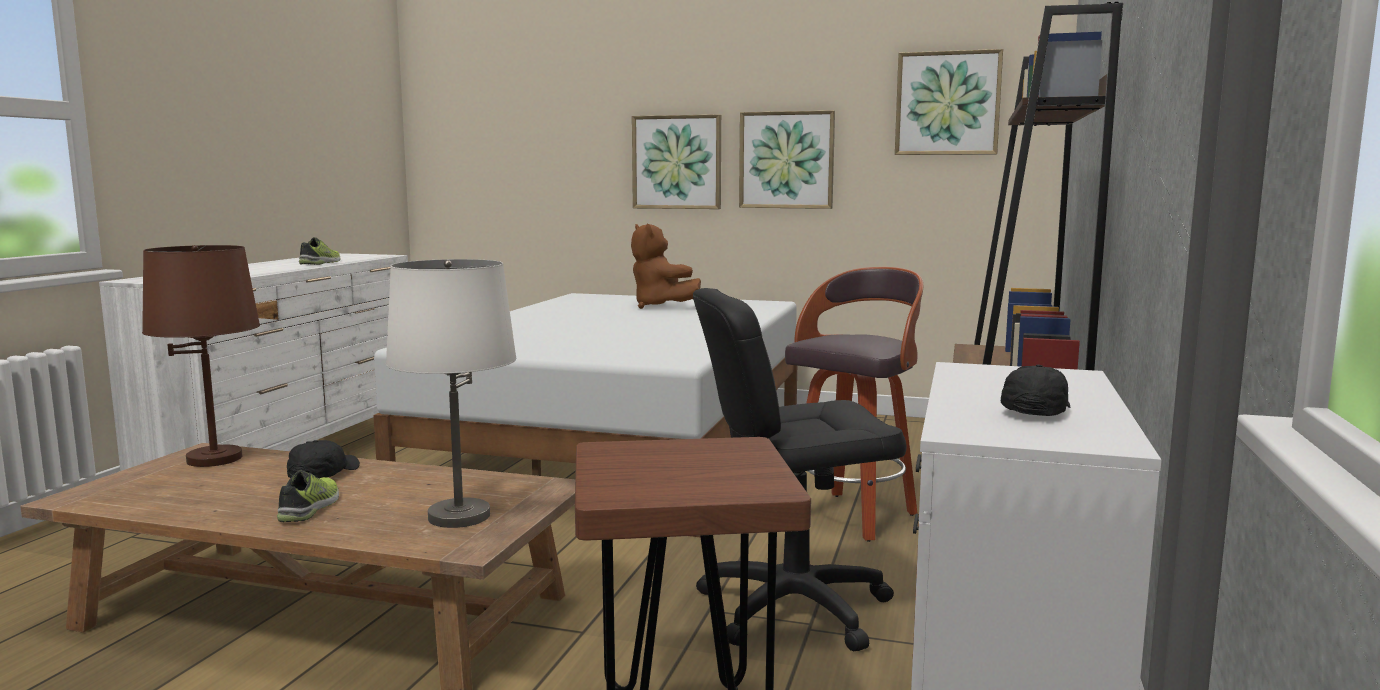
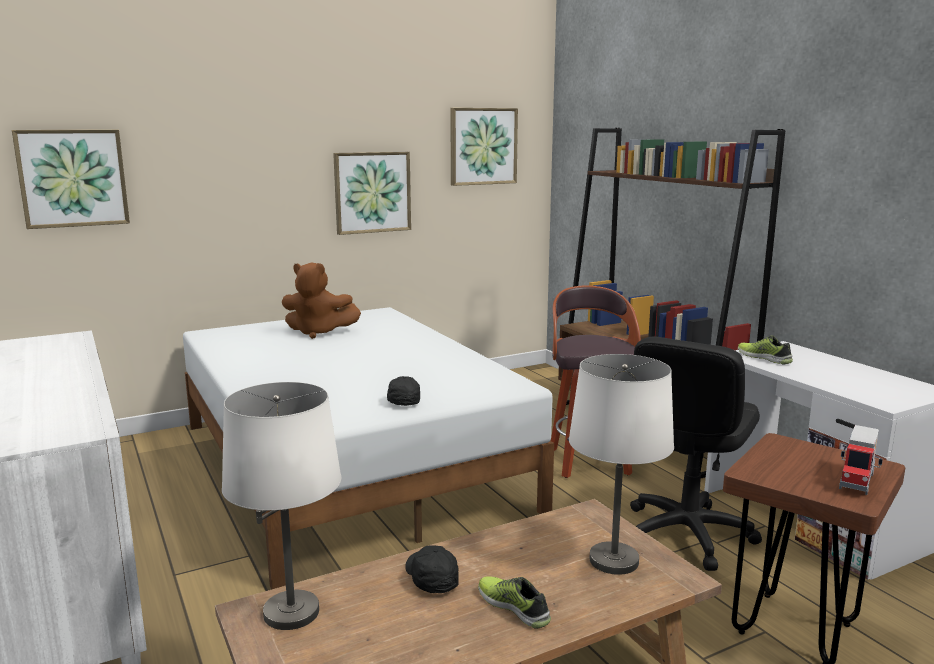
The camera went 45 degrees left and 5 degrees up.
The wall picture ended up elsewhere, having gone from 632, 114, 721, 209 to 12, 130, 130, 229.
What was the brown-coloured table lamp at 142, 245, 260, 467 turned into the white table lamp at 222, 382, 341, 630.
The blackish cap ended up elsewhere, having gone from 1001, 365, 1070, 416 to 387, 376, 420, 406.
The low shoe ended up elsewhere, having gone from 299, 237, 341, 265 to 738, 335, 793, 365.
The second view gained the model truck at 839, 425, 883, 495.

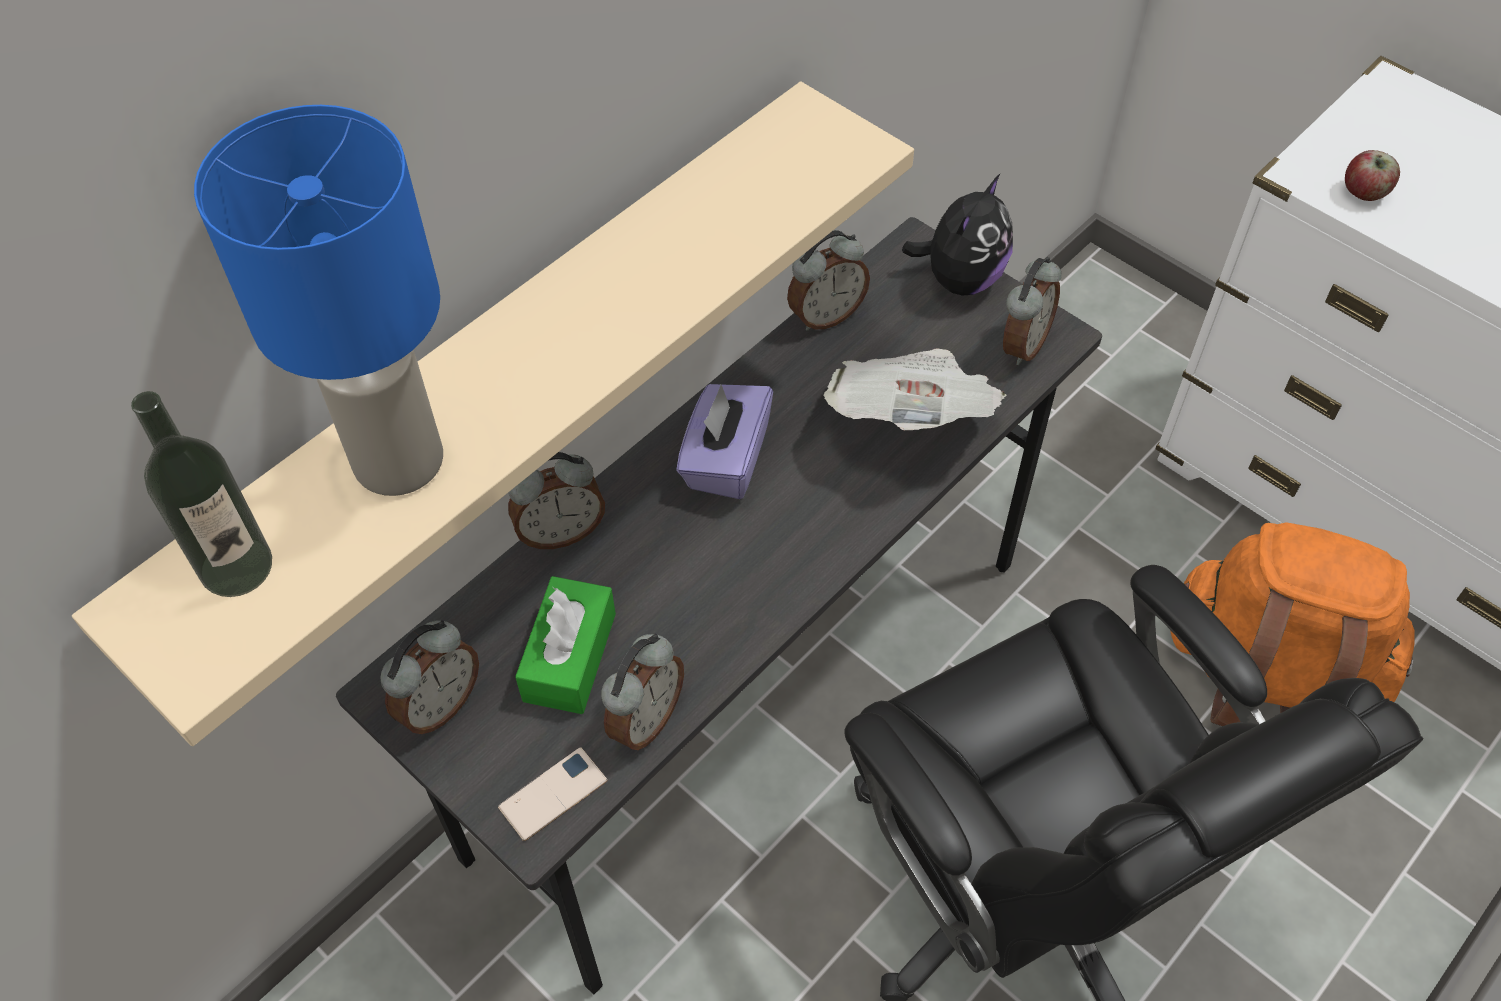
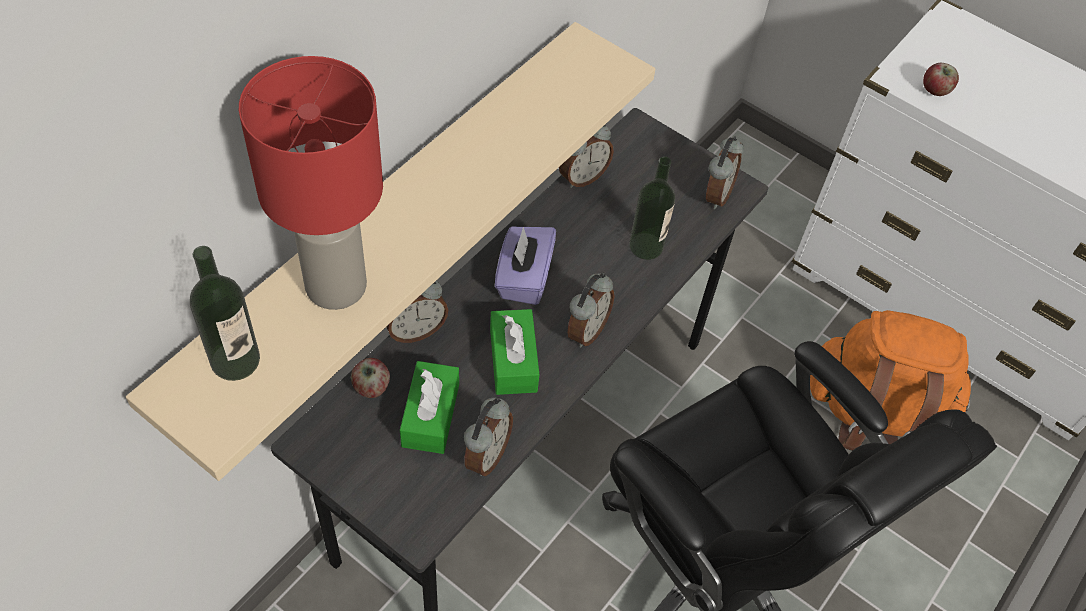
The camera went 10 degrees left and 0 degrees up.
What was the blue-coloured table lamp at 194, 105, 443, 496 turned into the red-coloured table lamp at 239, 56, 383, 310.
The second view gained the apple at 351, 358, 390, 398.
The second view gained the green tissue box at 490, 309, 539, 395.
The table clock ended up elsewhere, having gone from 380, 620, 479, 734 to 567, 273, 614, 347.
Where the newspaper stood at 823, 348, 1006, 430, the beverage bottle came to stand at 629, 156, 675, 260.
The second view lost the phone at 498, 747, 608, 841.
The second view lost the plush toy at 902, 174, 1013, 296.

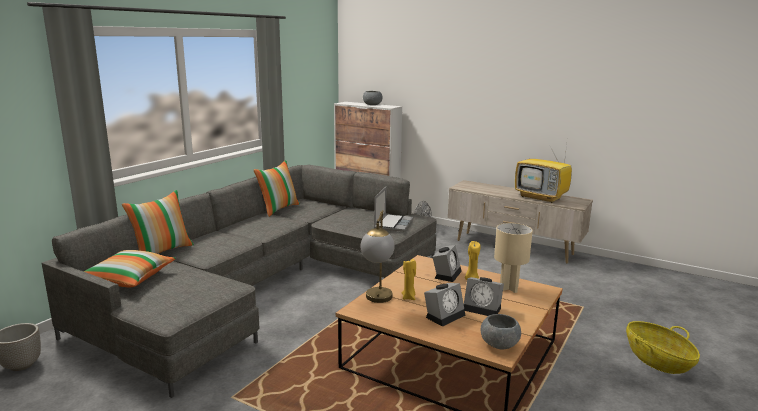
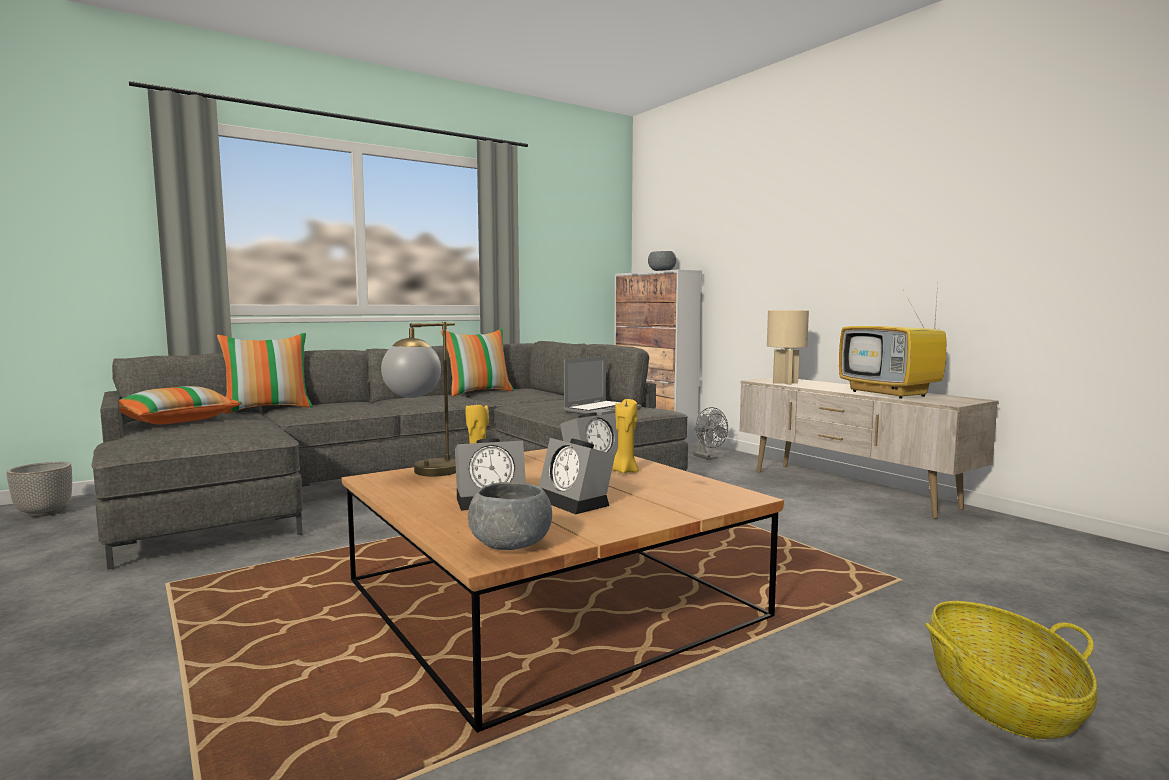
The camera went 25 degrees right and 10 degrees down.
The beige-coloured table lamp ended up elsewhere, having gone from 494, 223, 533, 293 to 767, 310, 809, 385.

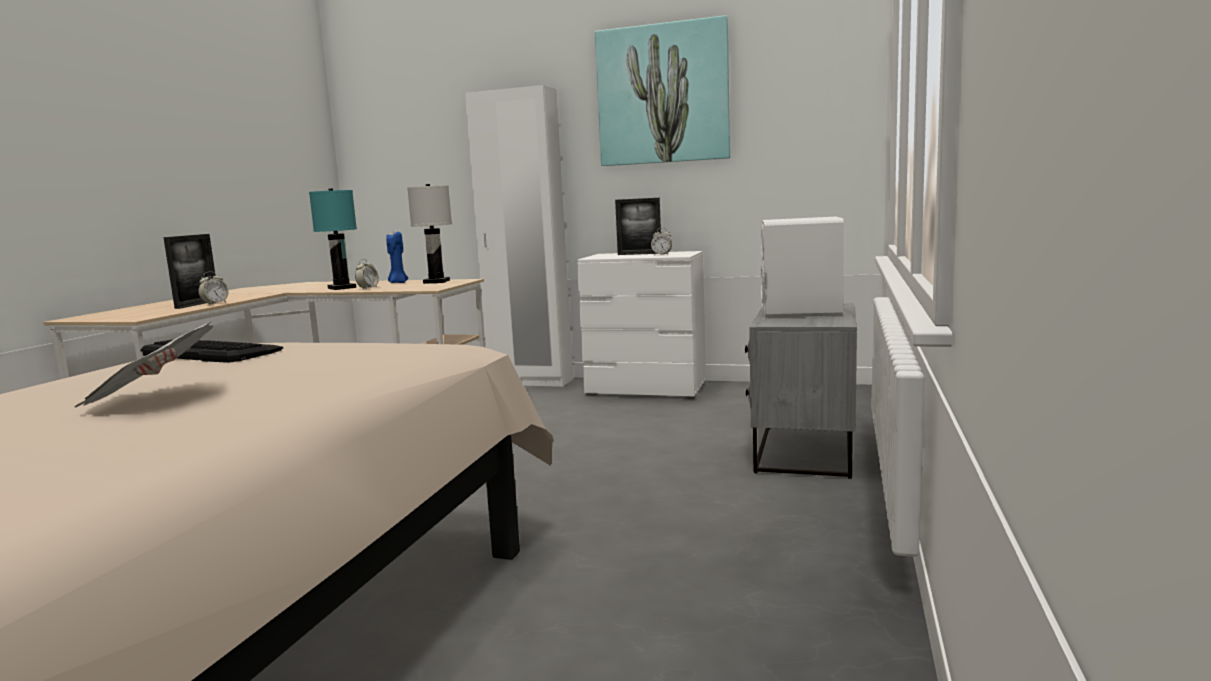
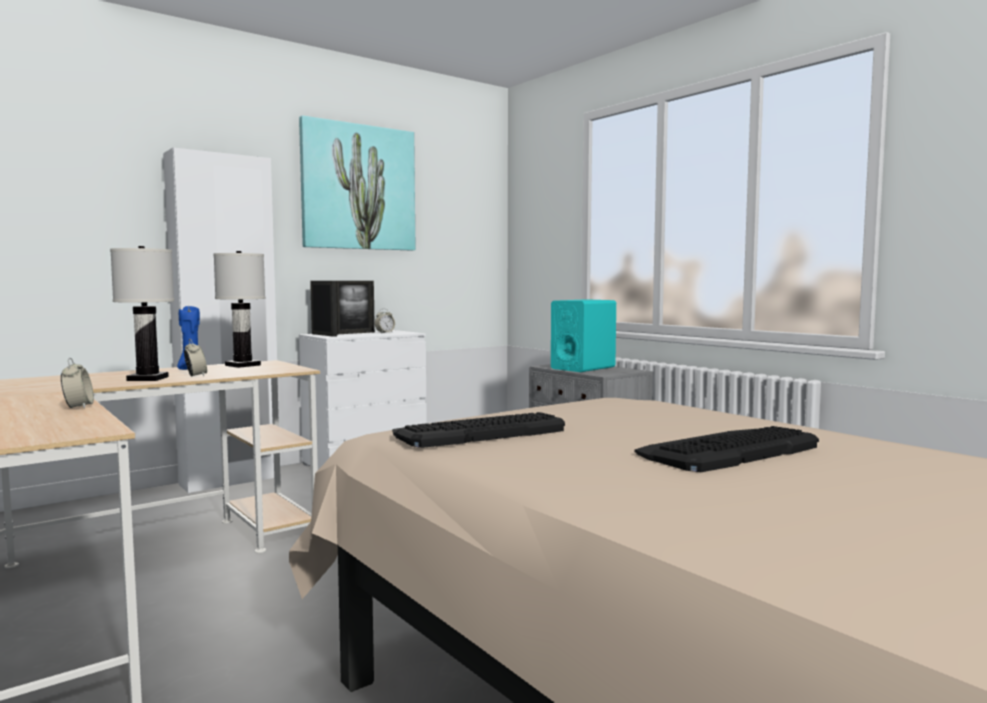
The camera went 55 degrees left and 5 degrees down.
What was the blue-green table lamp at 309, 189, 357, 290 turned into the white table lamp at 110, 246, 174, 381.
The standing frame ended up elsewhere, having gone from 163, 234, 216, 309 to 310, 281, 337, 337.
What was the white loudspeaker at 761, 217, 844, 318 turned into the blue-green loudspeaker at 551, 299, 616, 372.
Where the newspaper stood at 74, 321, 213, 407, the keyboard came to stand at 635, 426, 819, 472.

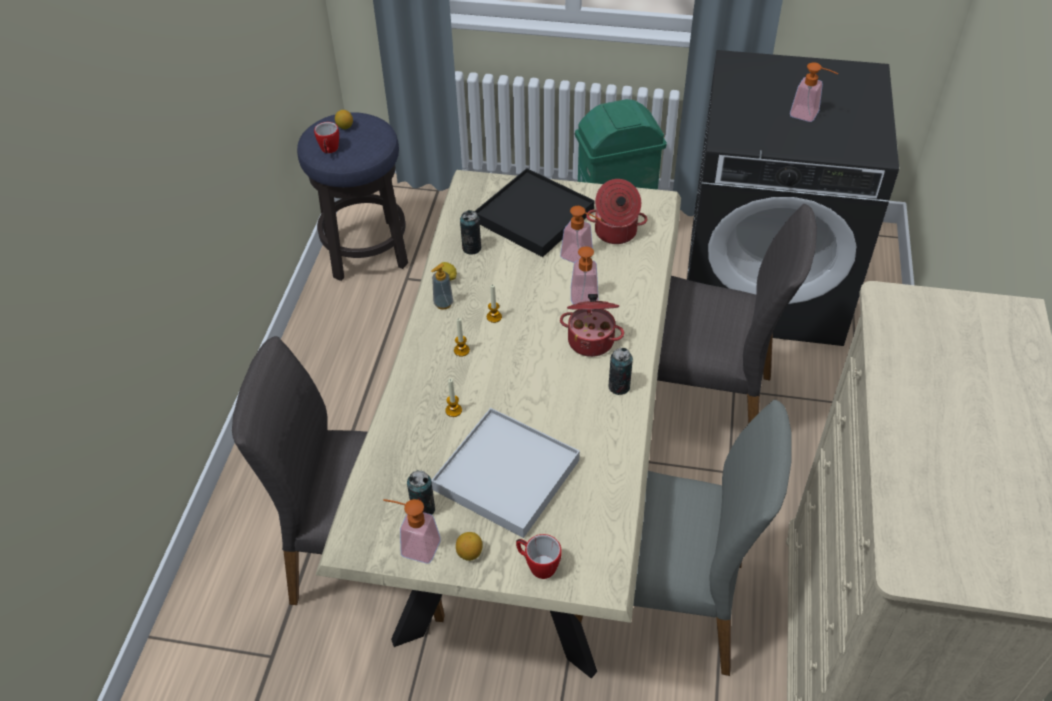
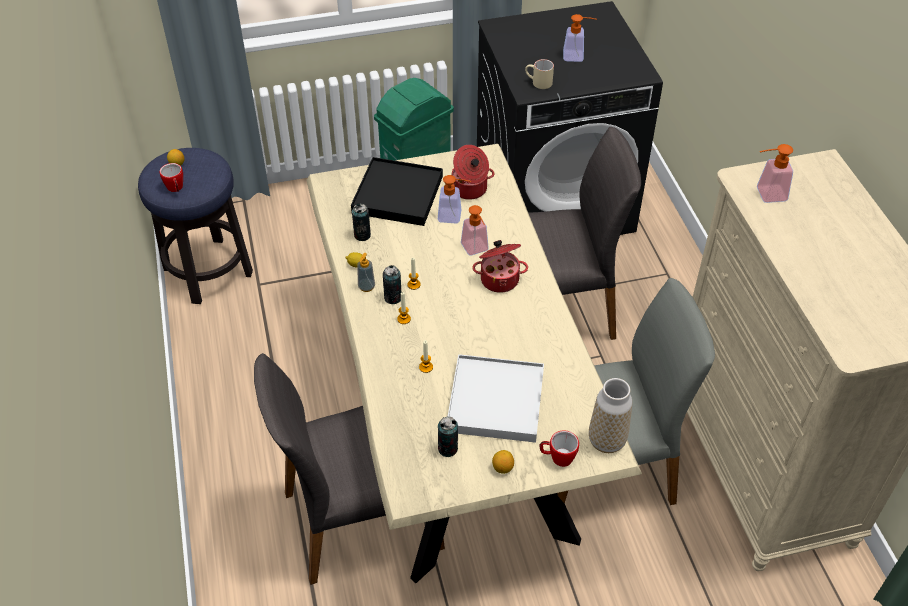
The camera went 25 degrees left and 0 degrees up.
The metal can ended up elsewhere, having gone from 608, 348, 633, 395 to 383, 265, 402, 304.
The second view gained the beige-coloured mug at 525, 59, 554, 89.
The second view gained the flower vase at 589, 378, 632, 453.
The soap bottle ended up elsewhere, having gone from 383, 499, 441, 564 to 757, 144, 793, 203.

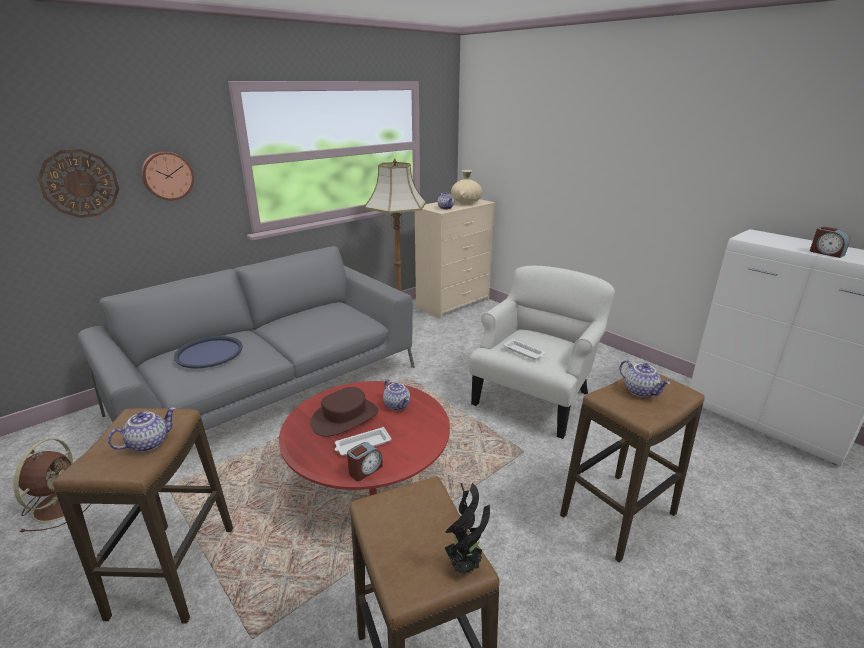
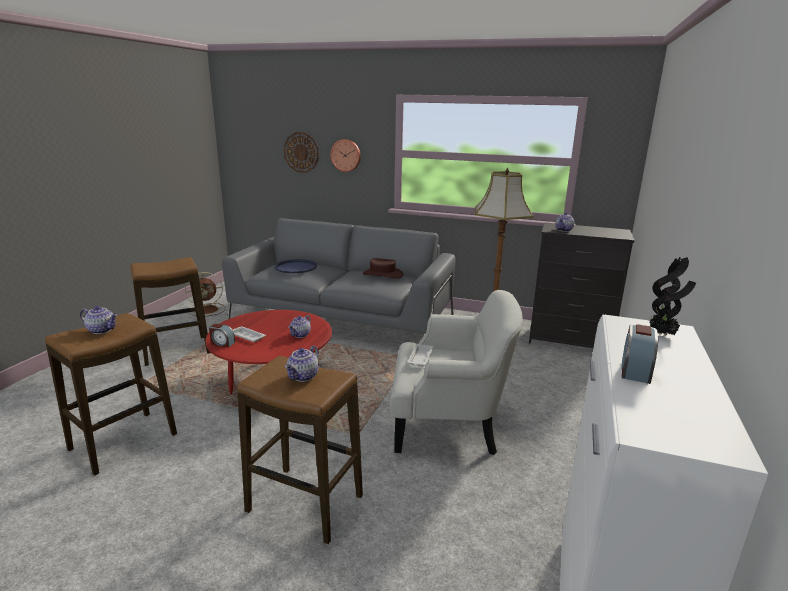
The camera went 60 degrees right and 5 degrees down.
The pot for tea ended up elsewhere, having gone from 108, 407, 176, 452 to 80, 306, 117, 334.
The brown-coloured clothing hat ended up elsewhere, having gone from 310, 387, 378, 437 to 362, 258, 404, 278.
What was the beige-coloured chest of drawers at 415, 199, 495, 319 turned into the blackish chest of drawers at 529, 223, 634, 348.
The houseplant ended up elsewhere, having gone from 445, 483, 490, 574 to 649, 257, 696, 336.
The second view lost the beige-coloured flower vase at 451, 170, 482, 204.

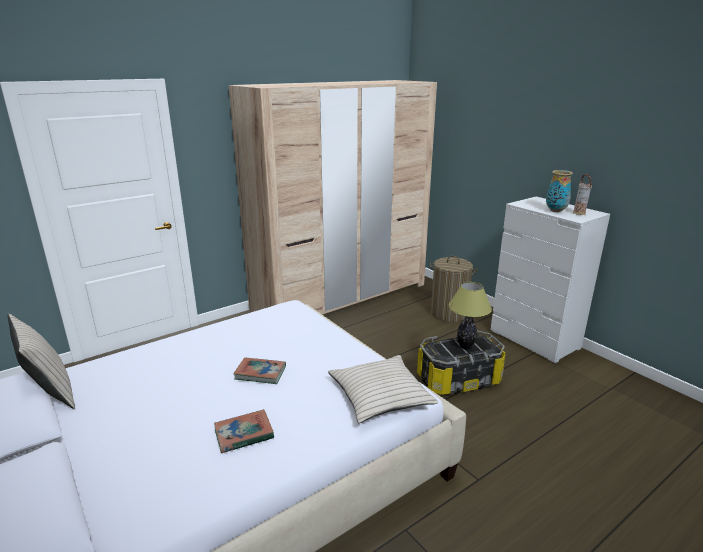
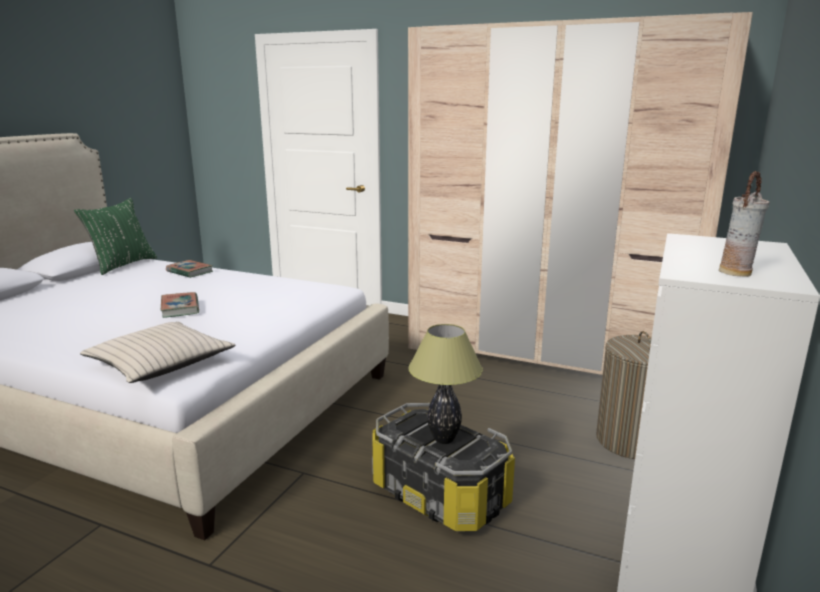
The camera went 60 degrees right and 5 degrees down.
What was the beige-coloured pillow at 8, 314, 75, 409 turned into the green pillow at 74, 198, 157, 275.
The bound book ended up elsewhere, having gone from 214, 409, 274, 453 to 166, 260, 213, 278.
The second view lost the flower vase at 546, 170, 573, 212.

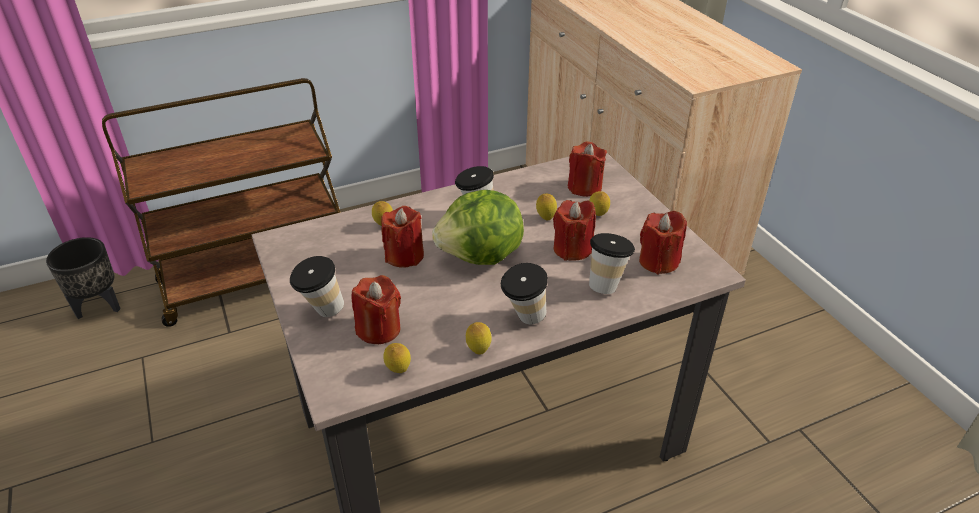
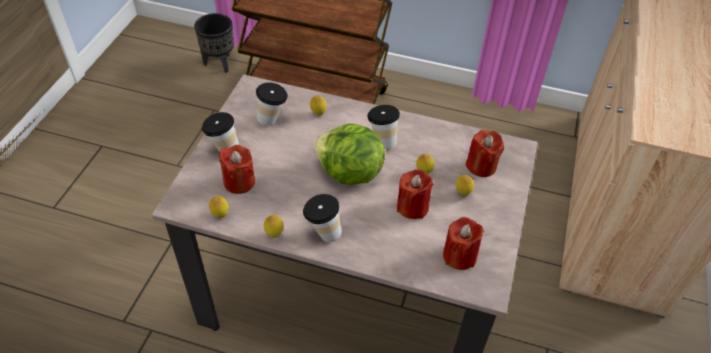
The camera went 40 degrees right and 10 degrees up.
The cup ended up elsewhere, having gone from 589, 233, 635, 294 to 256, 82, 288, 126.
The second view lost the red-coloured candle at 381, 206, 424, 268.

